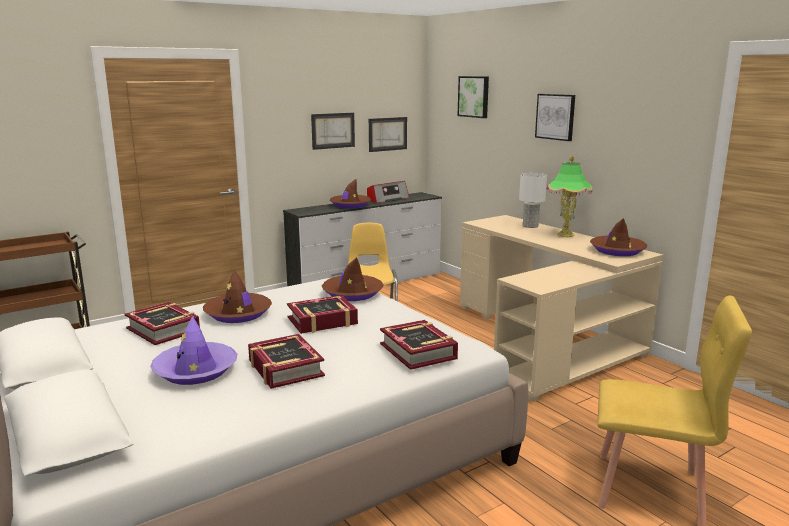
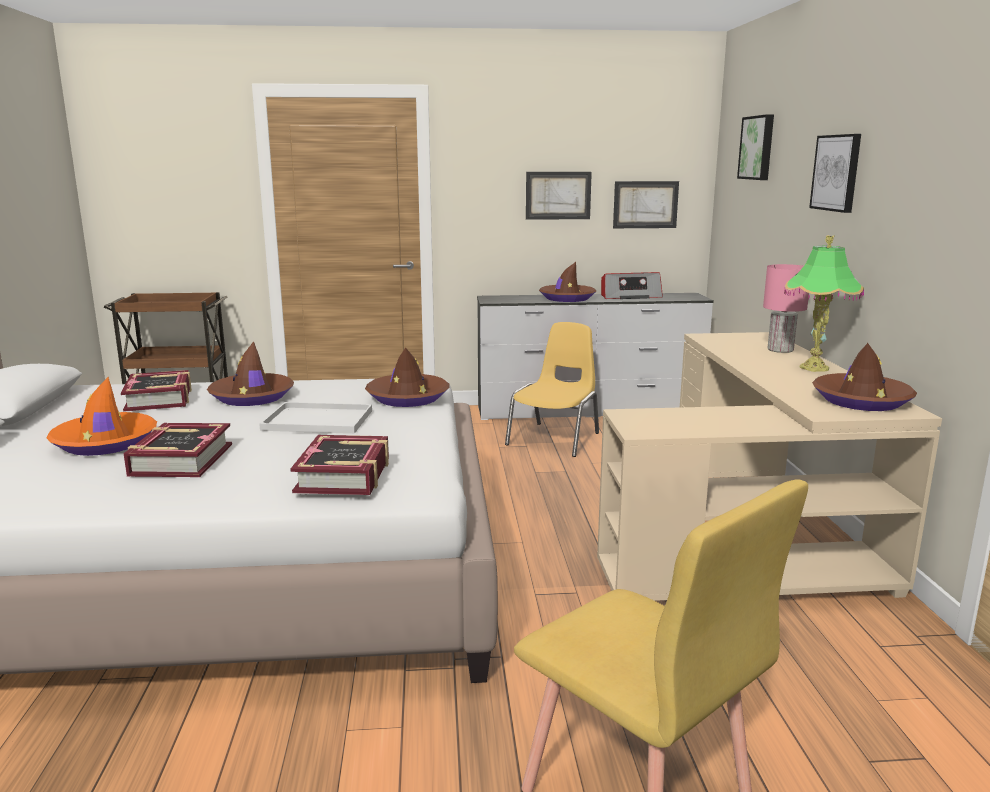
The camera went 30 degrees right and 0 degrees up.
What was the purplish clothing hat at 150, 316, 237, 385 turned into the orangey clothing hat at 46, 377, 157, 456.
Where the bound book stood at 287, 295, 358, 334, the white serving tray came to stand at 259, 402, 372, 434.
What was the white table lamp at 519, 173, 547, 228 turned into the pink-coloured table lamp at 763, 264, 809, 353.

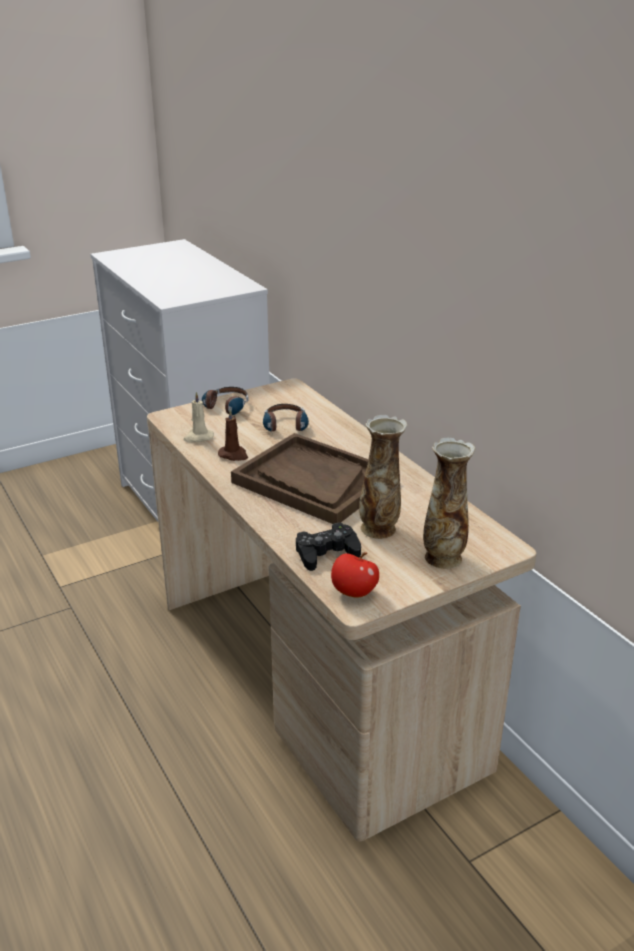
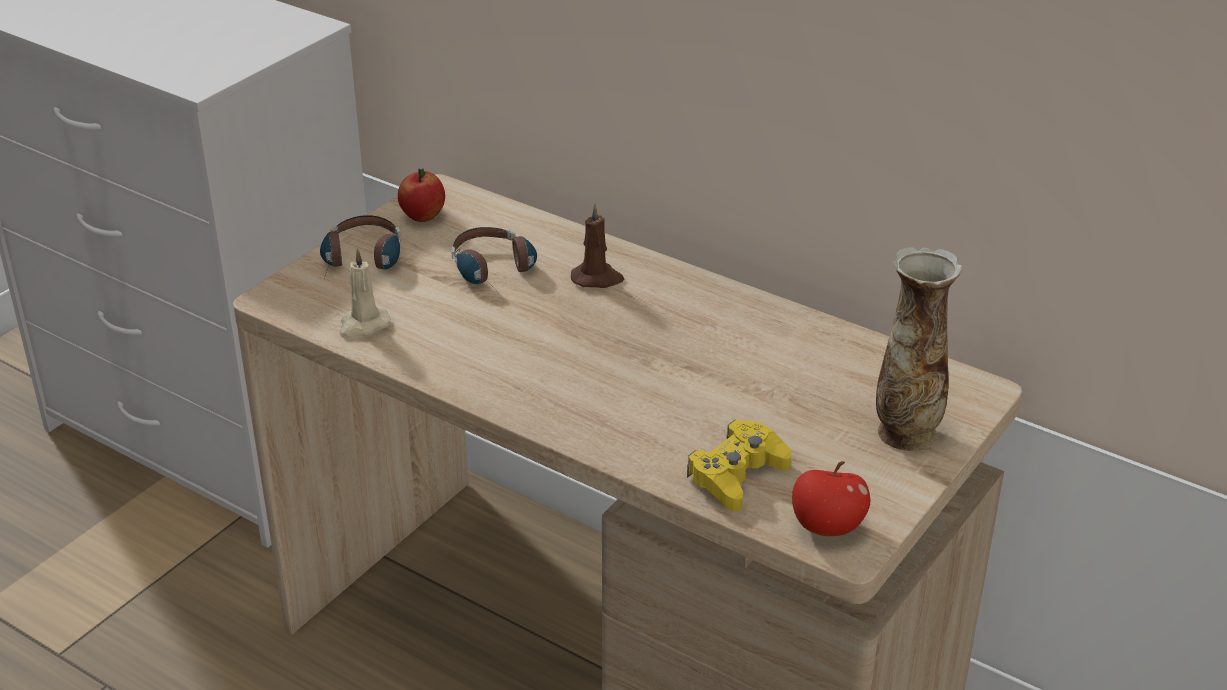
The camera went 25 degrees left and 5 degrees up.
The second view gained the apple at 398, 168, 445, 222.
The brown-coloured candle ended up elsewhere, having gone from 218, 409, 248, 461 to 571, 204, 624, 288.
What was the blackish joypad at 296, 523, 361, 571 turned into the yellow-coloured joypad at 687, 419, 791, 512.
The second view lost the brown-coloured serving tray at 231, 433, 368, 524.
The second view lost the flower vase at 359, 415, 408, 539.

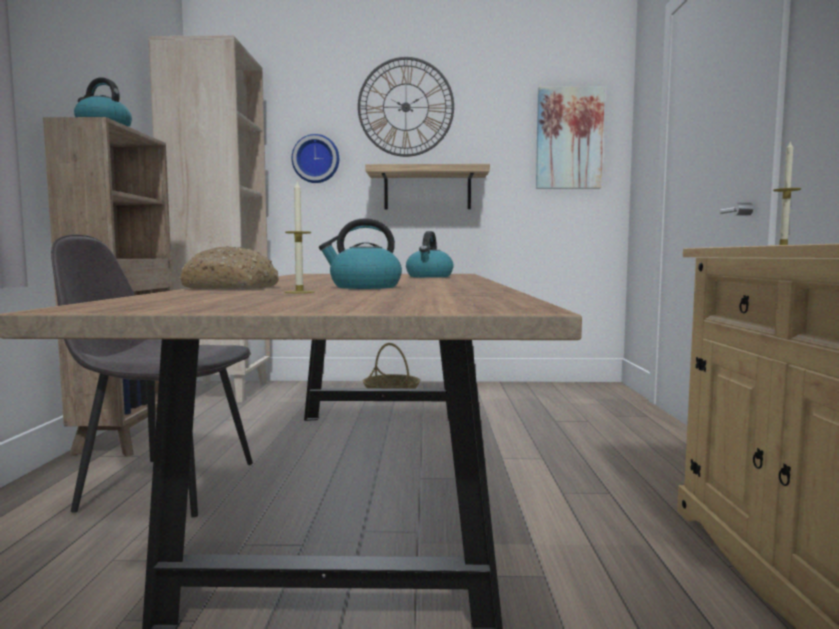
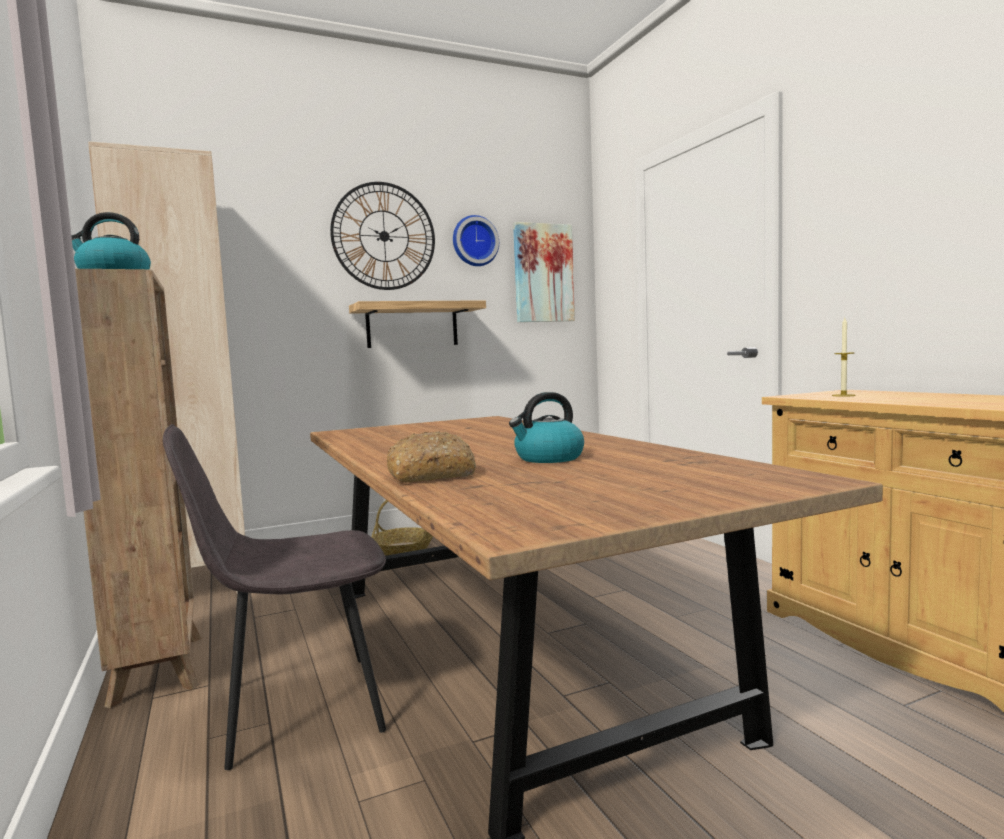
The camera went 25 degrees left and 0 degrees up.
The wall clock ended up elsewhere, having gone from 292, 134, 339, 183 to 453, 215, 499, 266.
The second view lost the candle at 284, 182, 314, 293.
The second view lost the water kettle at 406, 231, 454, 278.

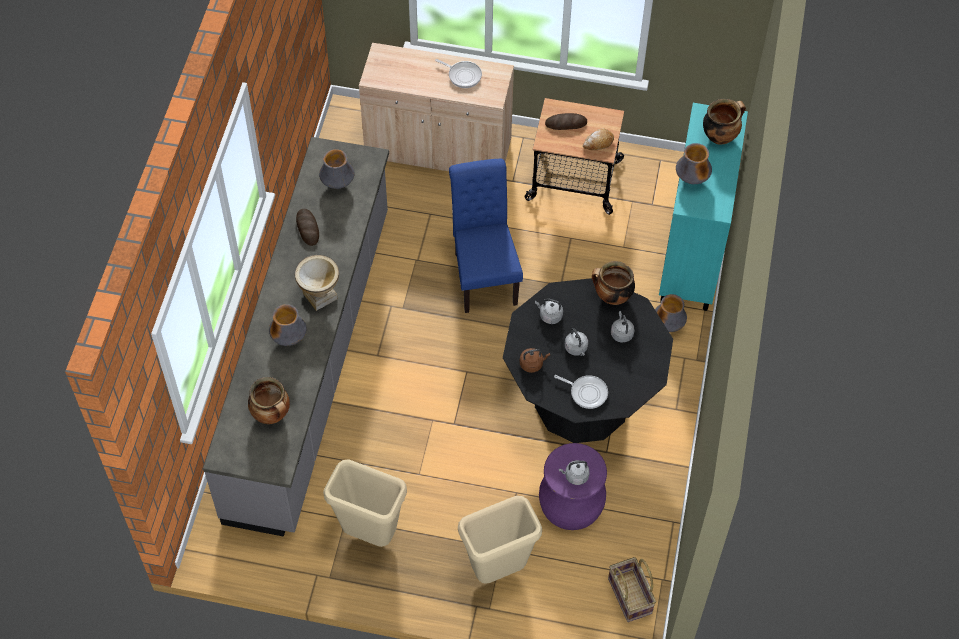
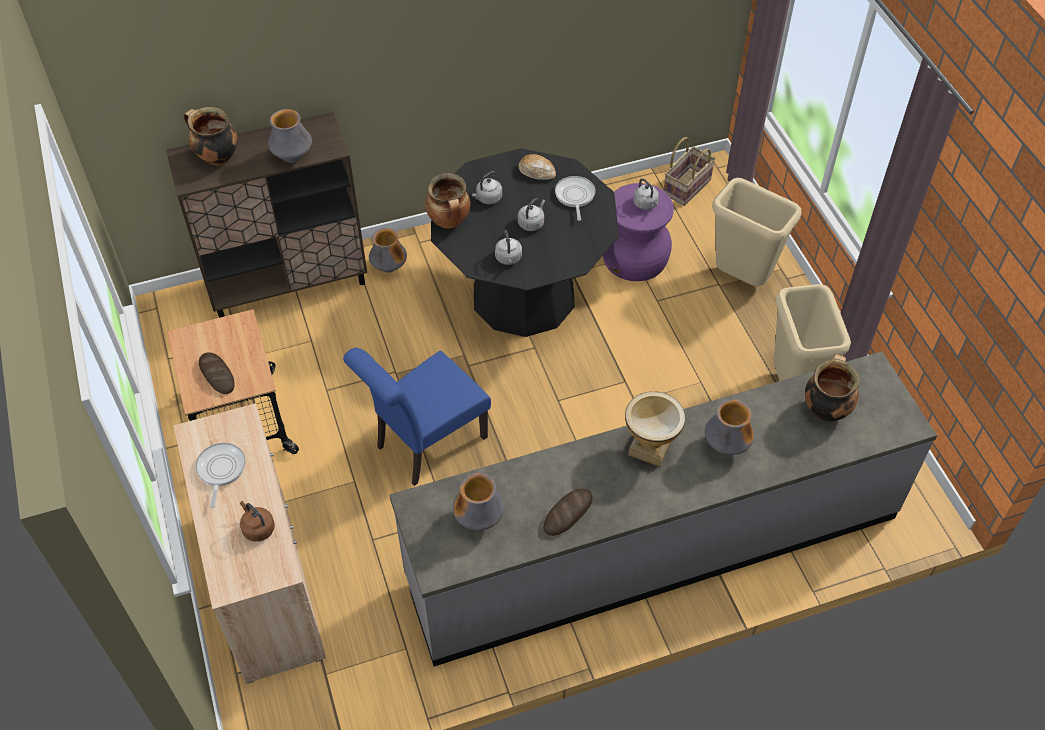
The camera went 120 degrees left and 5 degrees down.
What was the blue-green cupboard at 659, 103, 748, 311 turned into the brown-coloured cupboard at 166, 112, 367, 318.
The brown-coloured water kettle ended up elsewhere, having gone from 520, 348, 550, 373 to 240, 501, 275, 542.
The bread ended up elsewhere, having gone from 583, 128, 614, 150 to 518, 154, 556, 180.

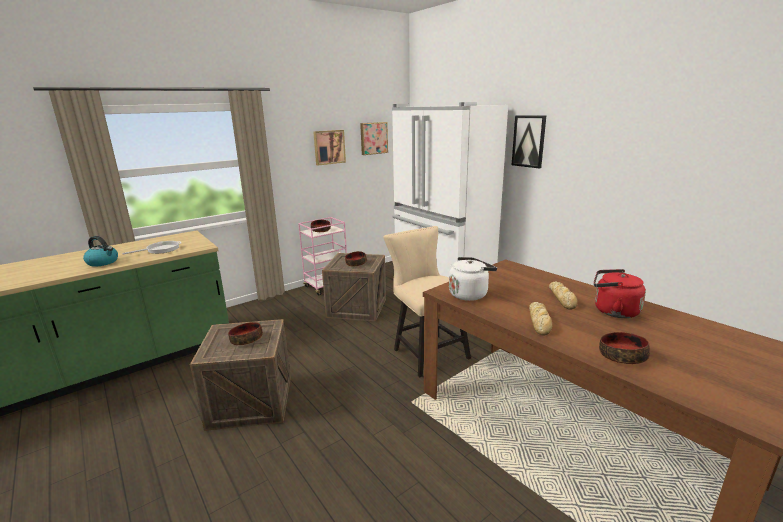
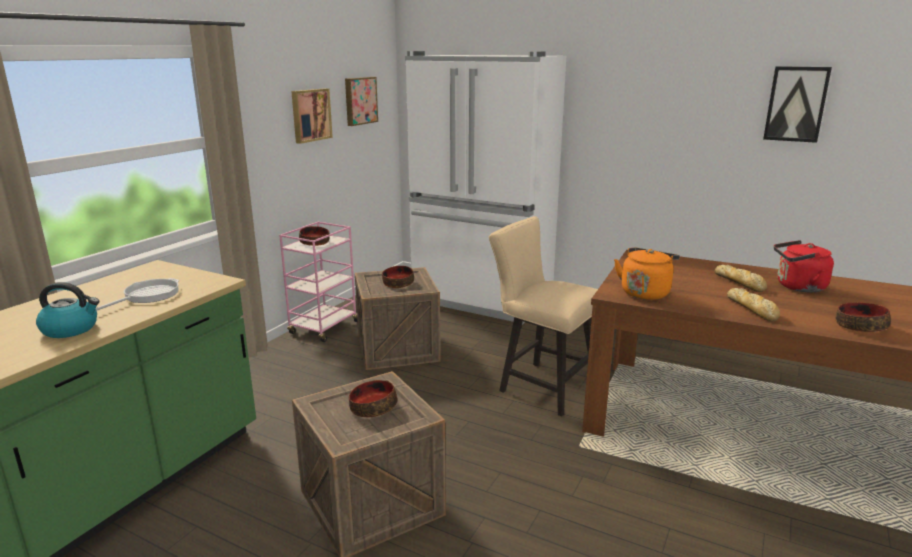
The camera went 25 degrees left and 0 degrees up.
What was the white water kettle at 449, 257, 497, 301 turned into the orangey water kettle at 614, 248, 680, 300.
The wall picture ended up elsewhere, having gone from 512, 115, 546, 168 to 763, 66, 832, 143.

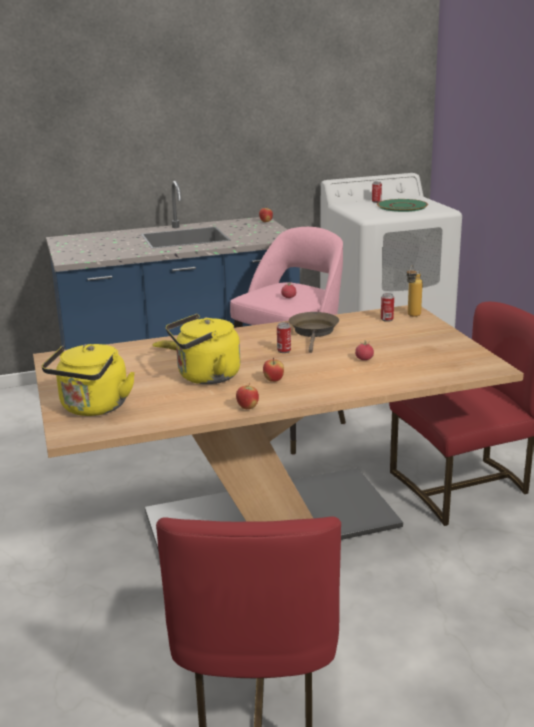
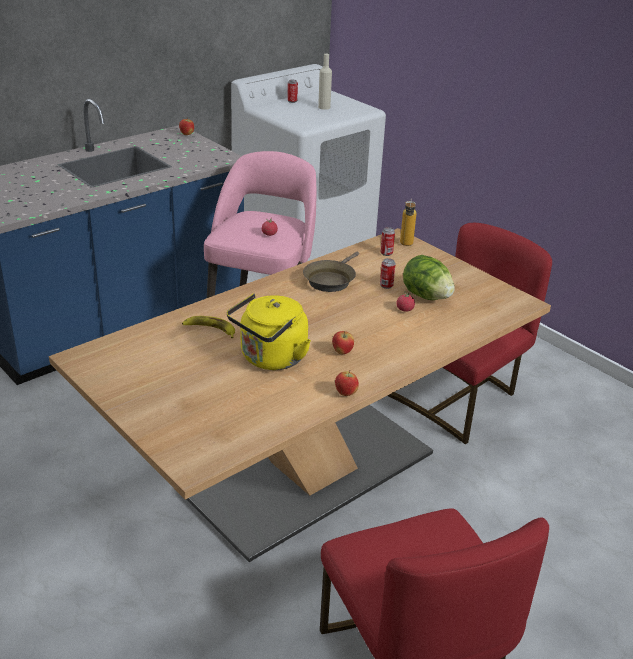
The camera went 25 degrees left and 10 degrees up.
The brown-coloured pan at 289, 312, 339, 353 ended up facing another way, 135 degrees counterclockwise from before.
Where the green plate stood at 377, 199, 428, 212, the beige-coloured beverage bottle came to stand at 318, 54, 332, 110.
The metal can ended up elsewhere, having gone from 277, 322, 291, 353 to 380, 258, 396, 289.
The second view gained the lettuce head at 403, 255, 455, 300.
The second view lost the yellow-coloured water kettle at 42, 344, 135, 416.

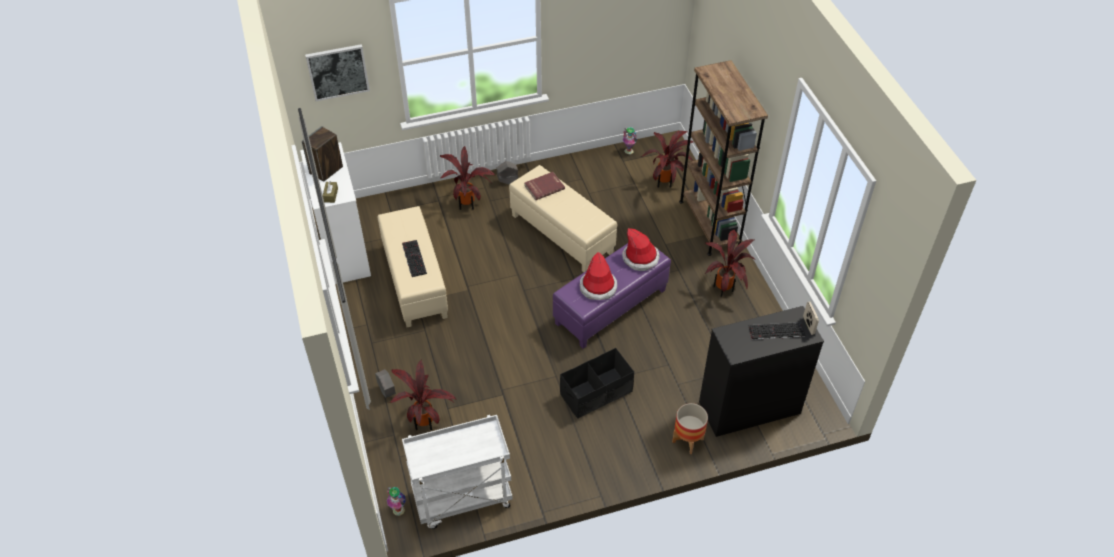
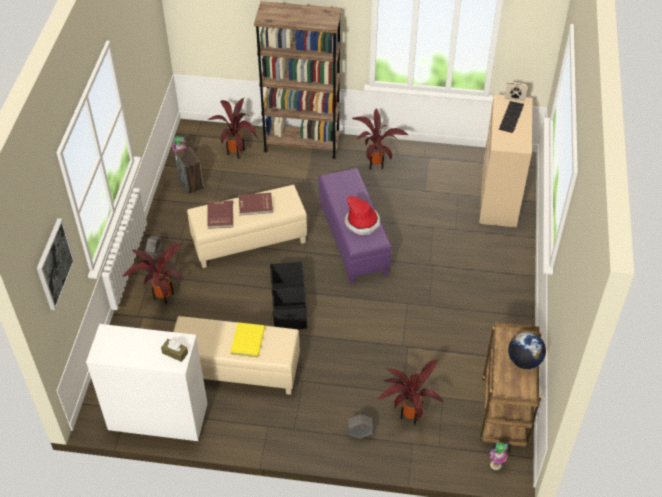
The camera went 65 degrees left and 0 degrees up.
The loudspeaker ended up elsewhere, having gone from 302, 126, 343, 182 to 174, 147, 204, 194.
Where the keyboard stood at 402, 240, 427, 277, the yellow-coloured bound book came to stand at 230, 322, 265, 358.
The second view gained the red-coloured bound book at 238, 193, 273, 215.
The blackish storage bin ended up elsewhere, having gone from 560, 348, 634, 419 to 270, 262, 307, 329.
What was the blackish chest of drawers at 699, 306, 824, 437 turned into the beige-coloured chest of drawers at 479, 94, 533, 228.
What was the white cart at 402, 415, 513, 529 turned into the brown-coloured cart at 480, 322, 541, 447.
The second view gained the world globe at 508, 332, 546, 369.
The second view lost the clothing hat at 622, 228, 660, 271.
The second view lost the flower pot at 672, 403, 708, 454.

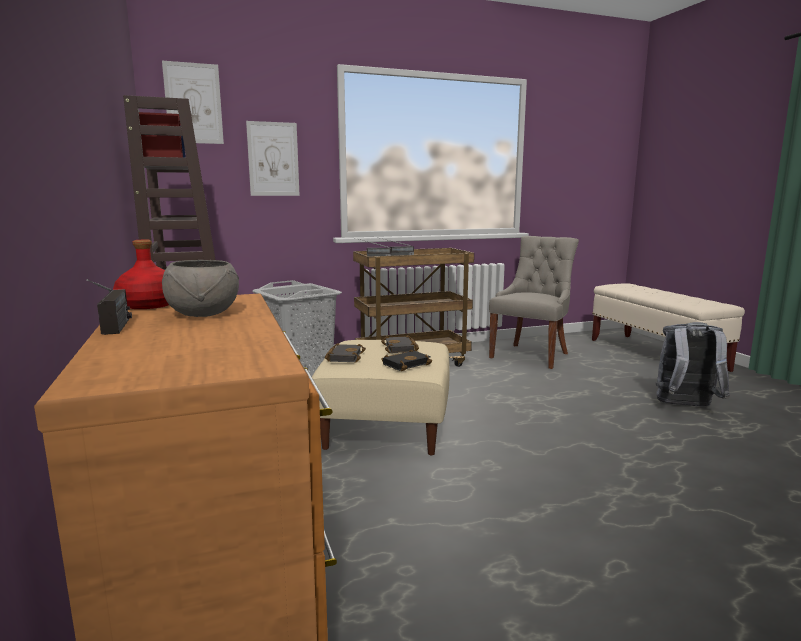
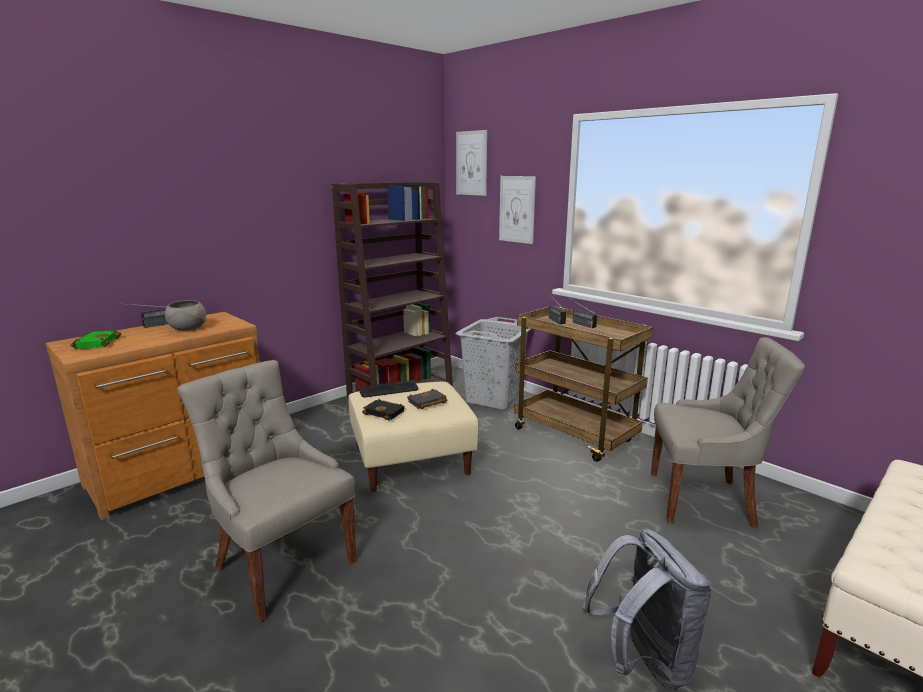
The camera went 65 degrees right and 5 degrees up.
The second view gained the green bound book at 70, 330, 121, 349.
The second view gained the gray upright chair at 177, 360, 356, 622.
Where the blackish bound book stood at 325, 343, 366, 363, the keyboard came to stand at 359, 380, 418, 397.
The second view lost the red-coloured beverage bottle at 113, 240, 169, 309.

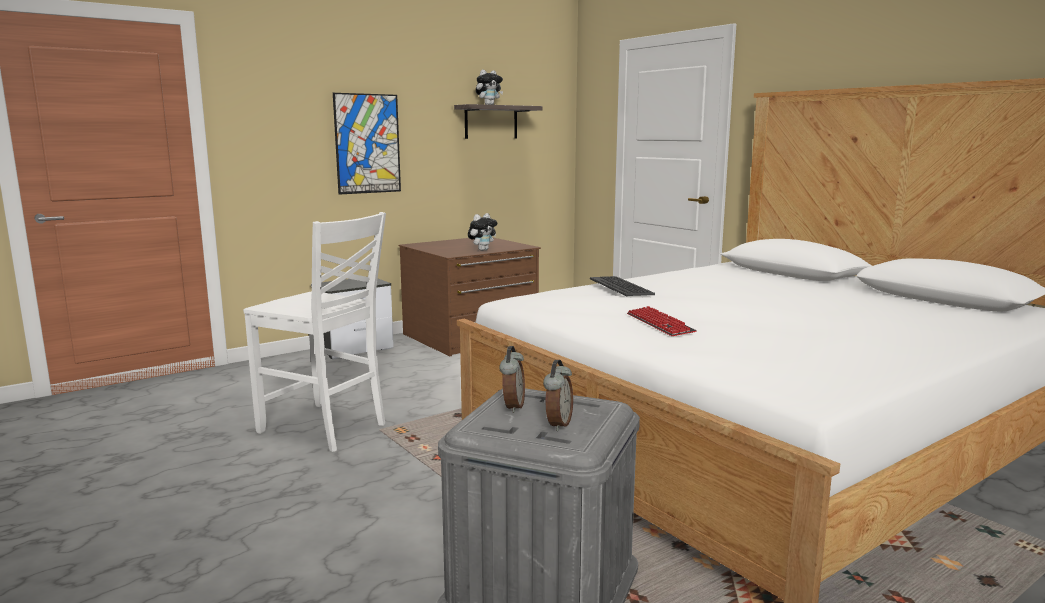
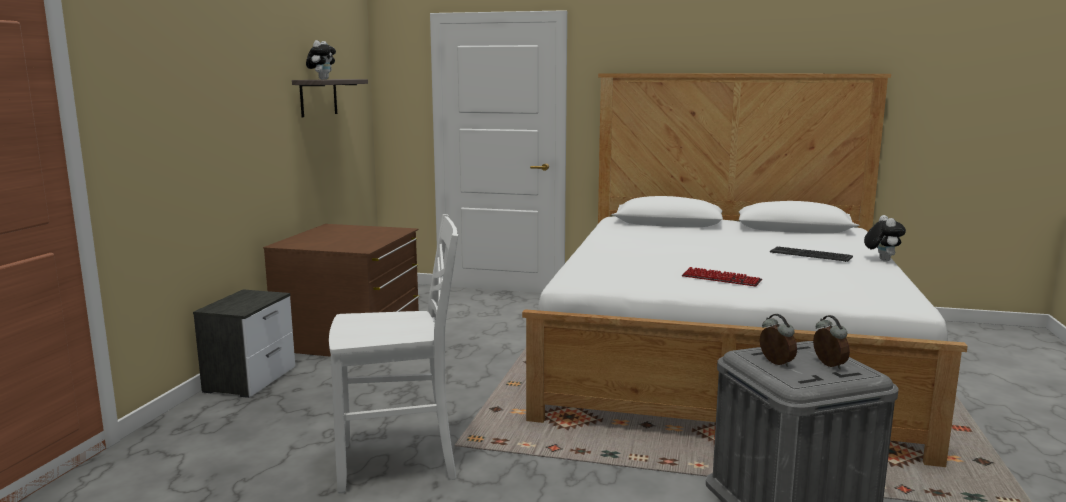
The camera went 40 degrees left and 0 degrees up.
The keyboard ended up elsewhere, having gone from 590, 276, 655, 297 to 770, 247, 853, 262.
The plush toy ended up elsewhere, having gone from 468, 213, 497, 251 to 864, 215, 906, 262.
The second view lost the wall picture at 333, 93, 401, 195.

